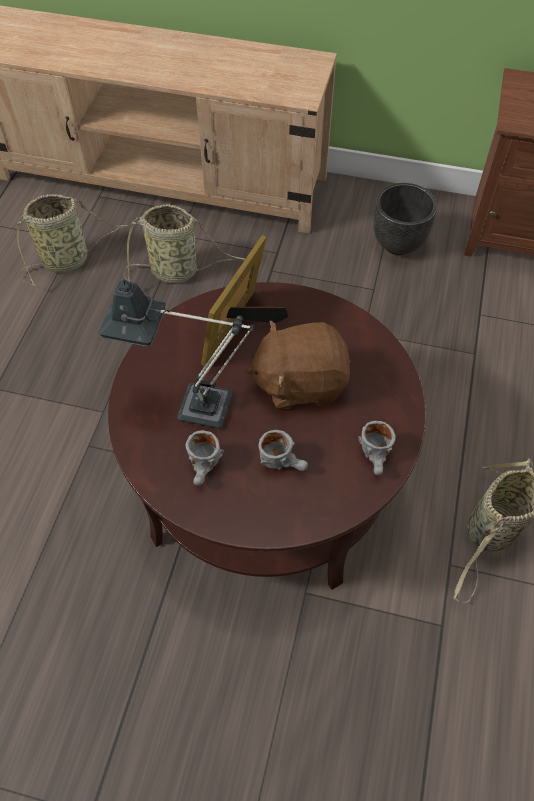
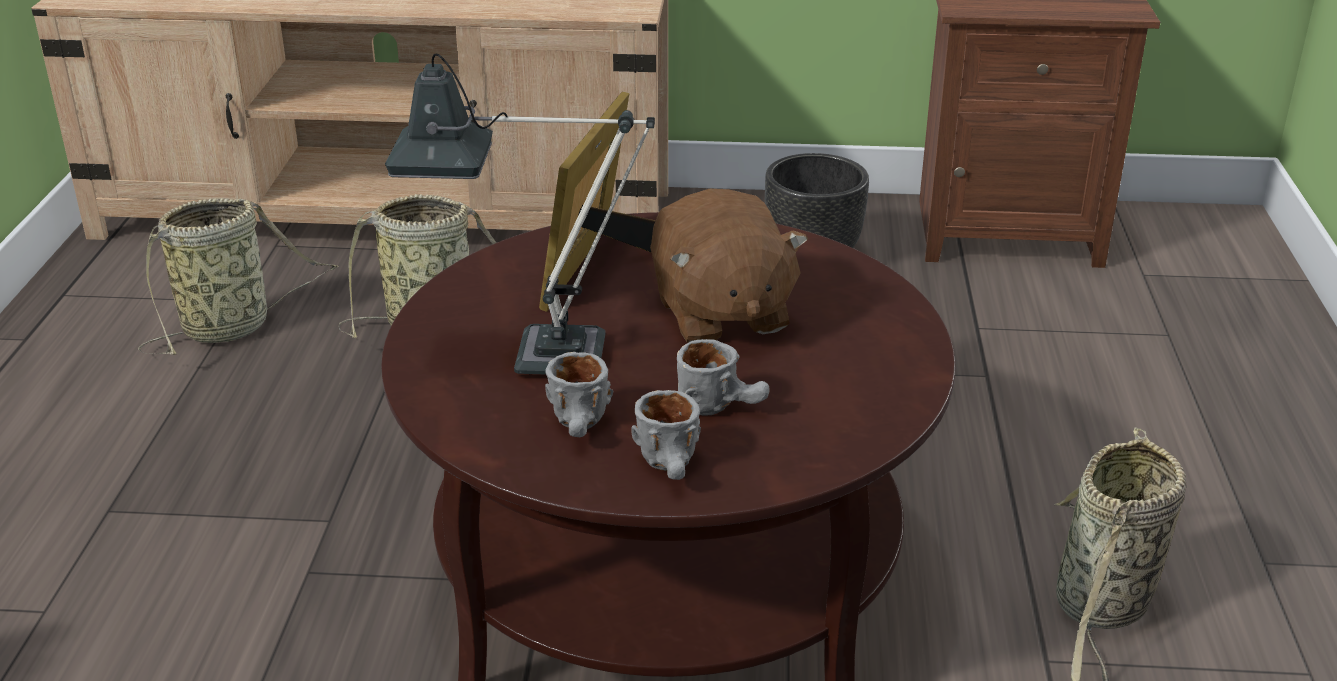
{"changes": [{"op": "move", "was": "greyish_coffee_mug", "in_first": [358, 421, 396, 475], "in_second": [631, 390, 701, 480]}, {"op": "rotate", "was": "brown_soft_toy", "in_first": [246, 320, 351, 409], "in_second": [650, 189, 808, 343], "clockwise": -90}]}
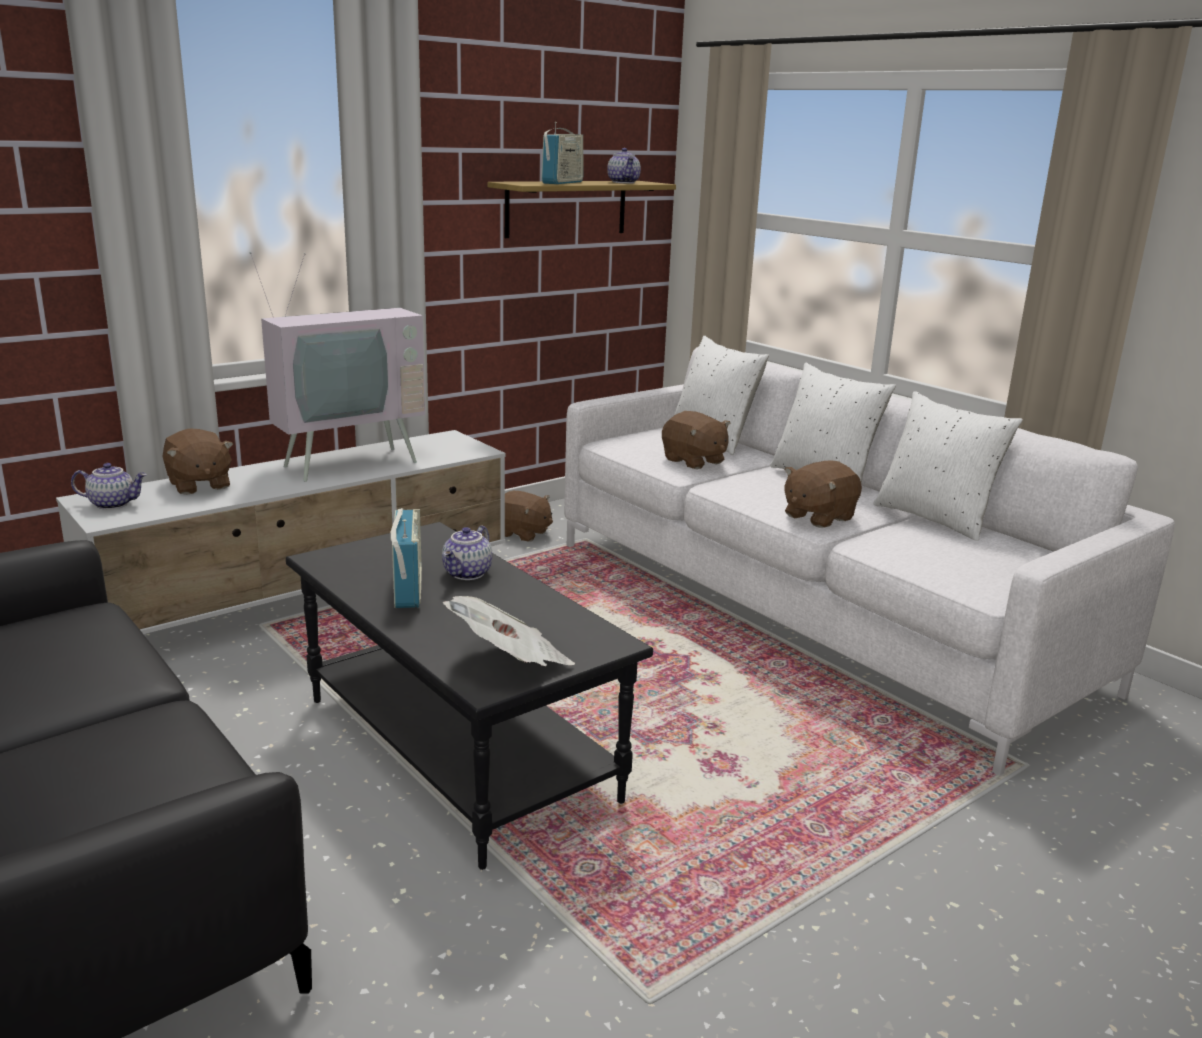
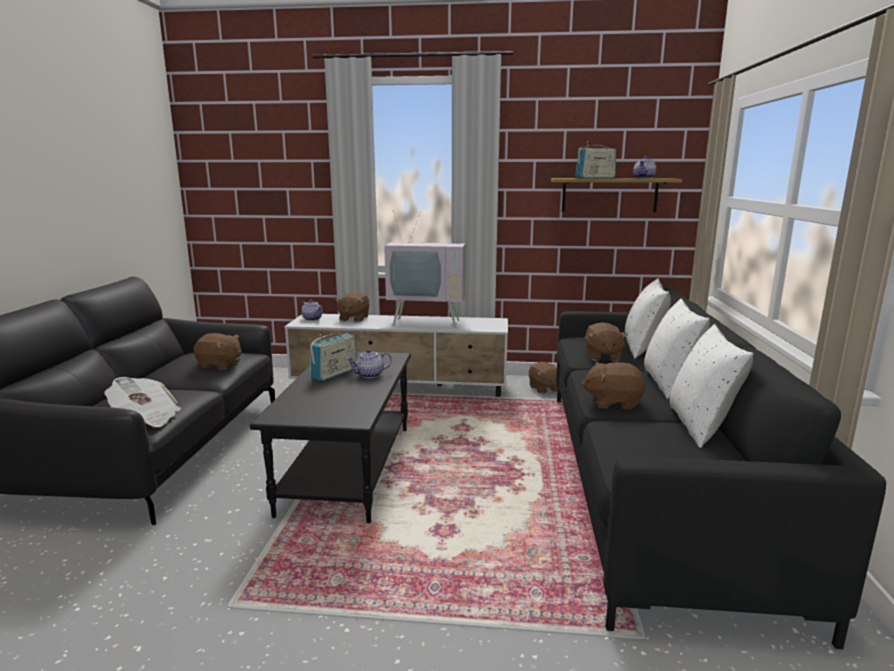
{"changes": [{"op": "insert", "now": "brown_soft_toy", "in_second": [193, 333, 242, 370]}, {"op": "move", "was": "newspaper", "in_first": [443, 596, 575, 666], "in_second": [104, 377, 181, 427]}, {"op": "recolor", "was": "whitish_couch", "now": "black_couch", "in_first": [564, 347, 1175, 776], "in_second": [556, 288, 886, 649]}]}
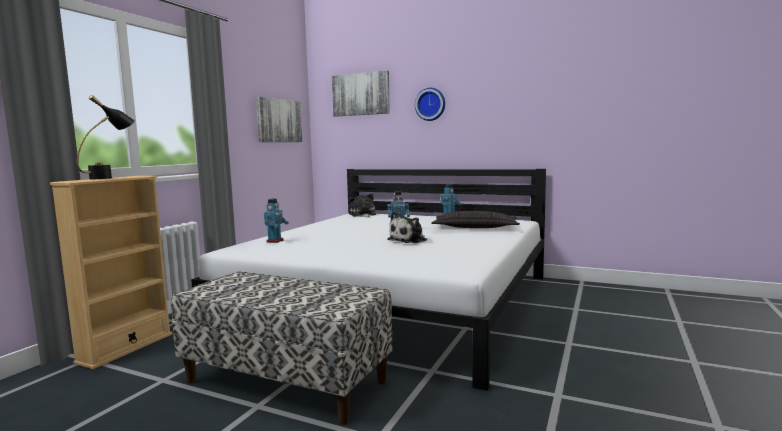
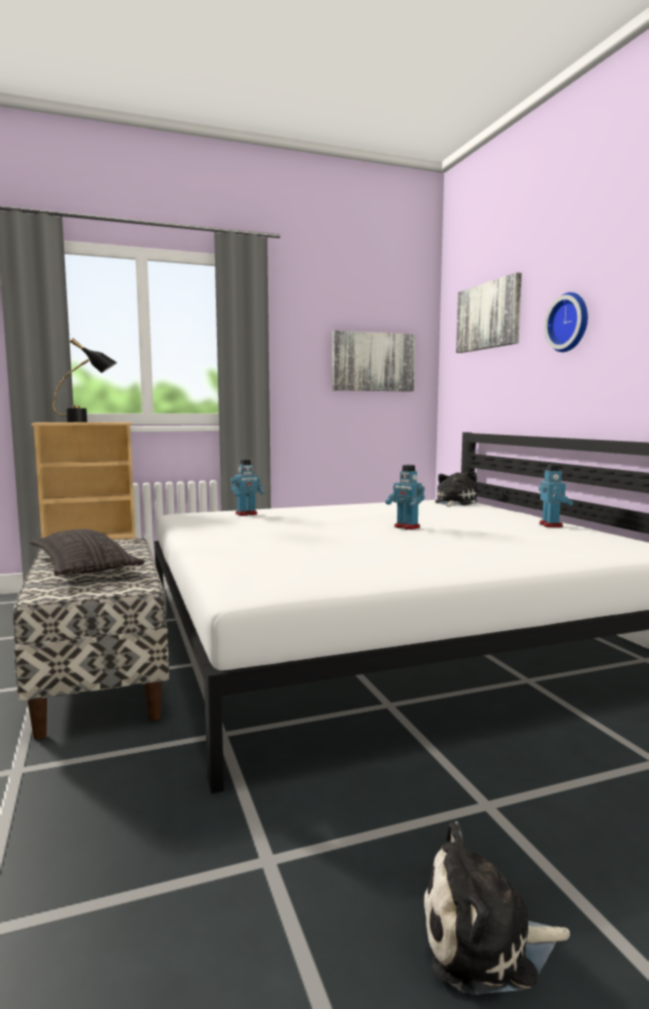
{"changes": [{"op": "move", "was": "soft_toy", "in_first": [387, 211, 427, 243], "in_second": [422, 821, 570, 994]}, {"op": "move", "was": "cushion", "in_first": [431, 211, 520, 228], "in_second": [29, 529, 145, 576]}]}
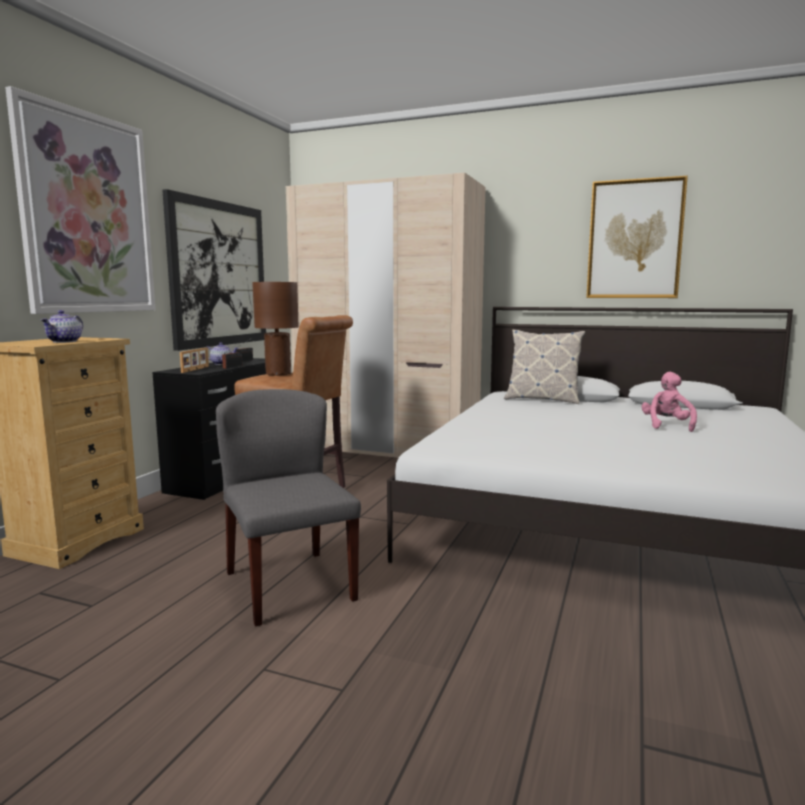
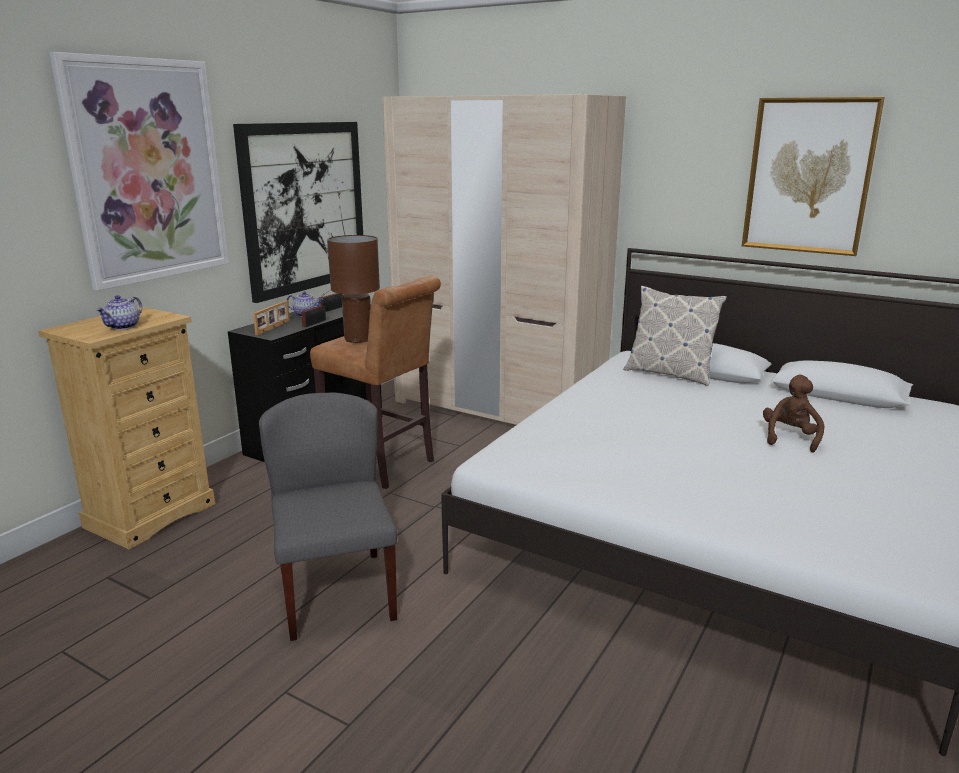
{"changes": [{"op": "recolor", "was": "pink-coloured_soft_toy", "now": "brown_soft_toy", "in_first": [642, 372, 697, 432], "in_second": [763, 375, 824, 453]}]}
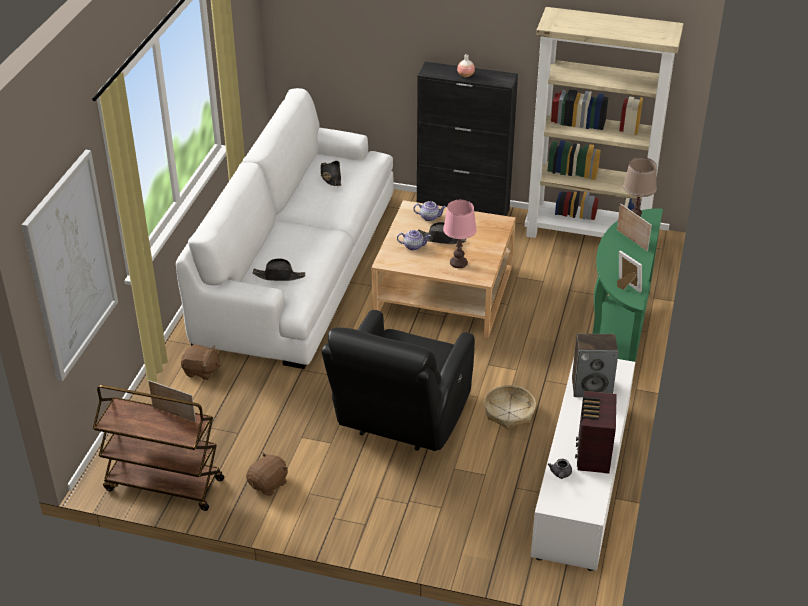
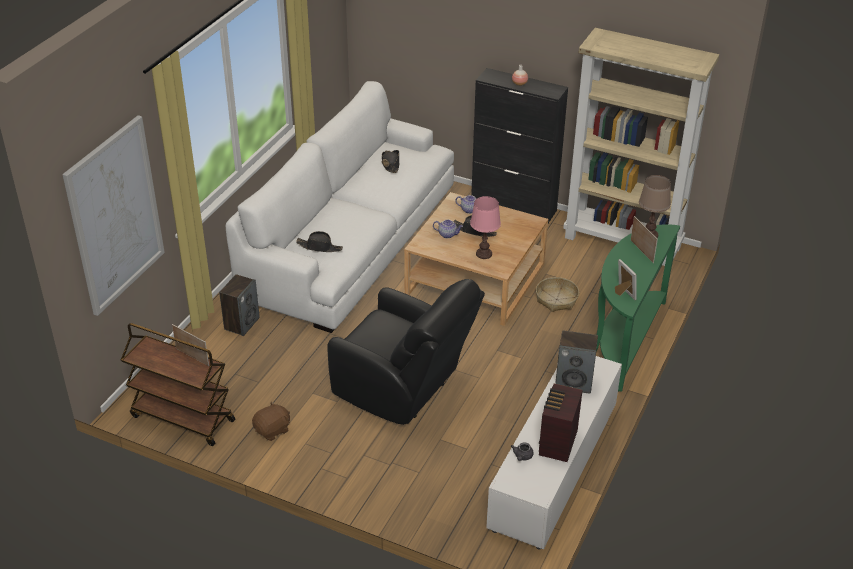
{"changes": [{"op": "move", "was": "basket", "in_first": [484, 385, 536, 429], "in_second": [536, 277, 579, 312]}, {"op": "replace", "was": "brown_soft_toy", "now": "audio_speaker", "in_first": [181, 345, 221, 380], "in_second": [219, 274, 260, 336]}, {"op": "rotate", "was": "black_easy_chair", "in_first": [321, 310, 475, 451], "in_second": [327, 279, 485, 425], "clockwise": -90}]}
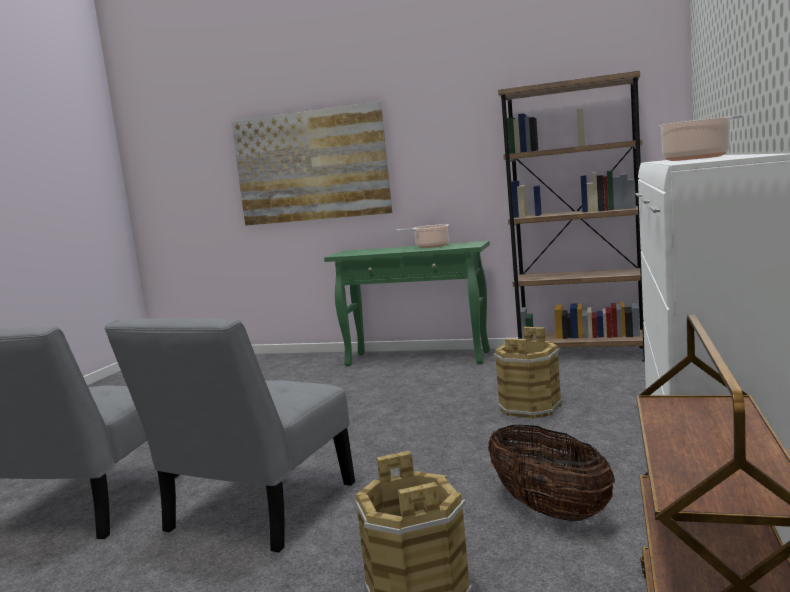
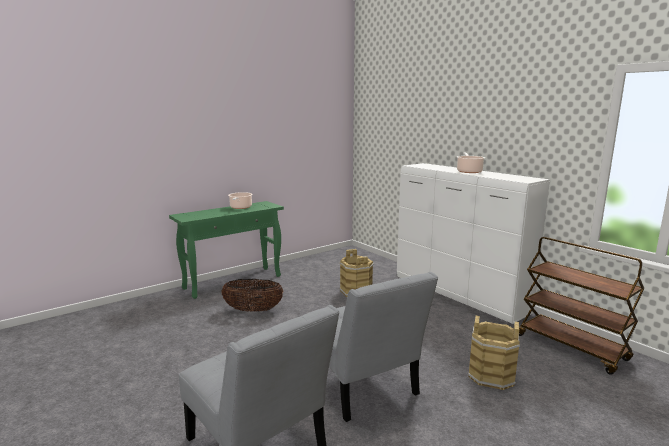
{"changes": [{"op": "delete", "was": "wall_art", "in_first": [231, 101, 392, 226]}, {"op": "delete", "was": "brown_bookshelf", "in_first": [498, 71, 645, 362]}, {"op": "move", "was": "basket", "in_first": [488, 425, 615, 521], "in_second": [221, 279, 283, 312]}]}
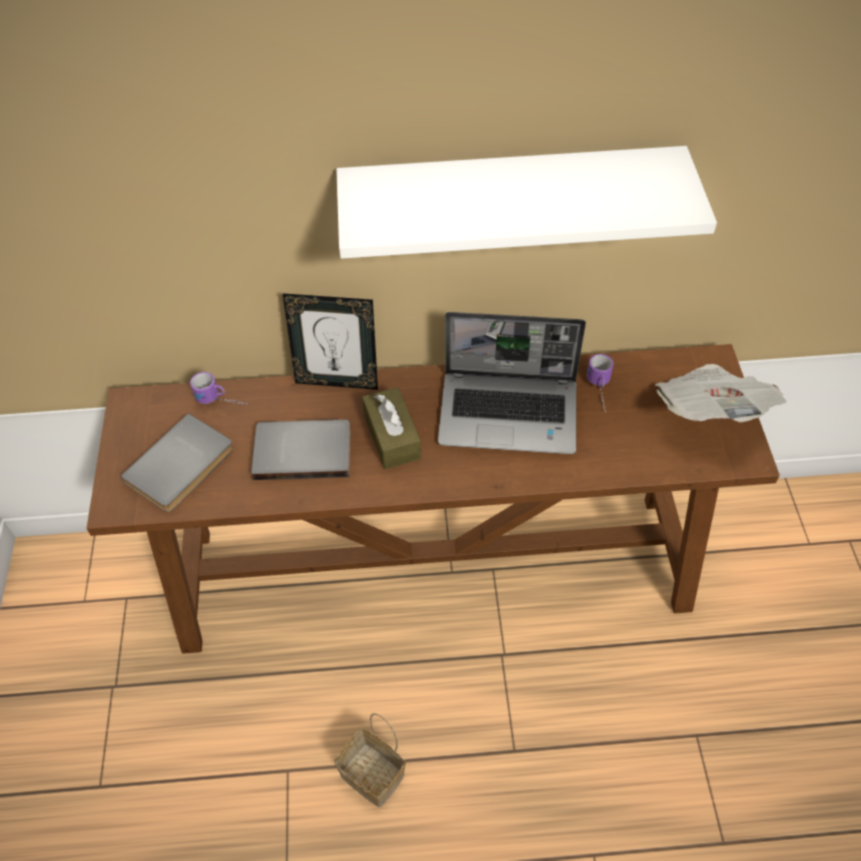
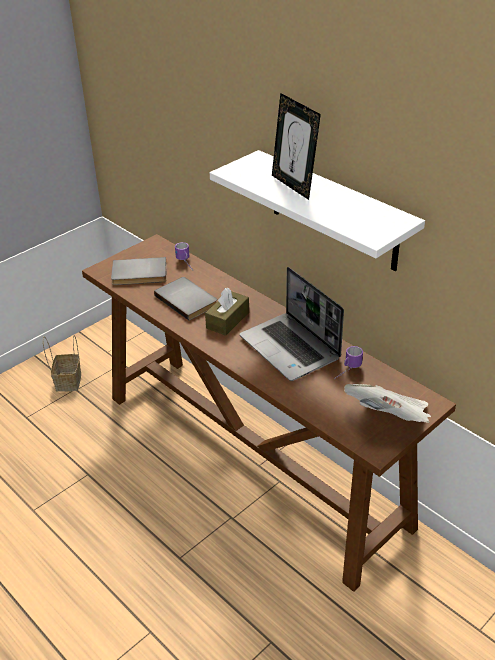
{"changes": [{"op": "move", "was": "standing_frame", "in_first": [282, 293, 378, 390], "in_second": [272, 93, 321, 200]}, {"op": "move", "was": "basket", "in_first": [334, 713, 406, 807], "in_second": [43, 335, 81, 392]}]}
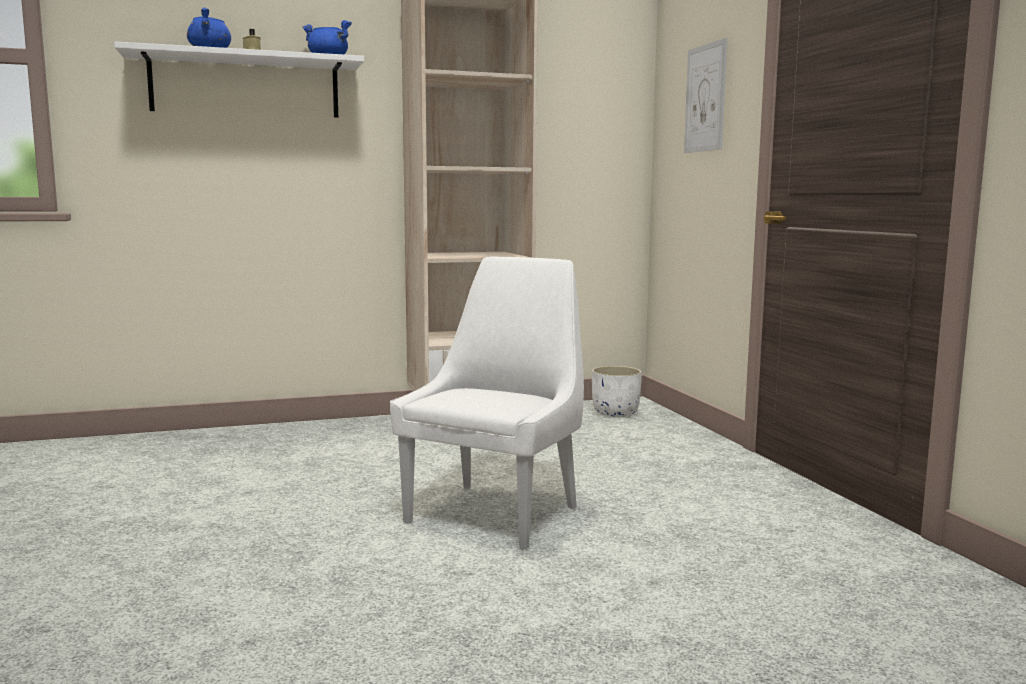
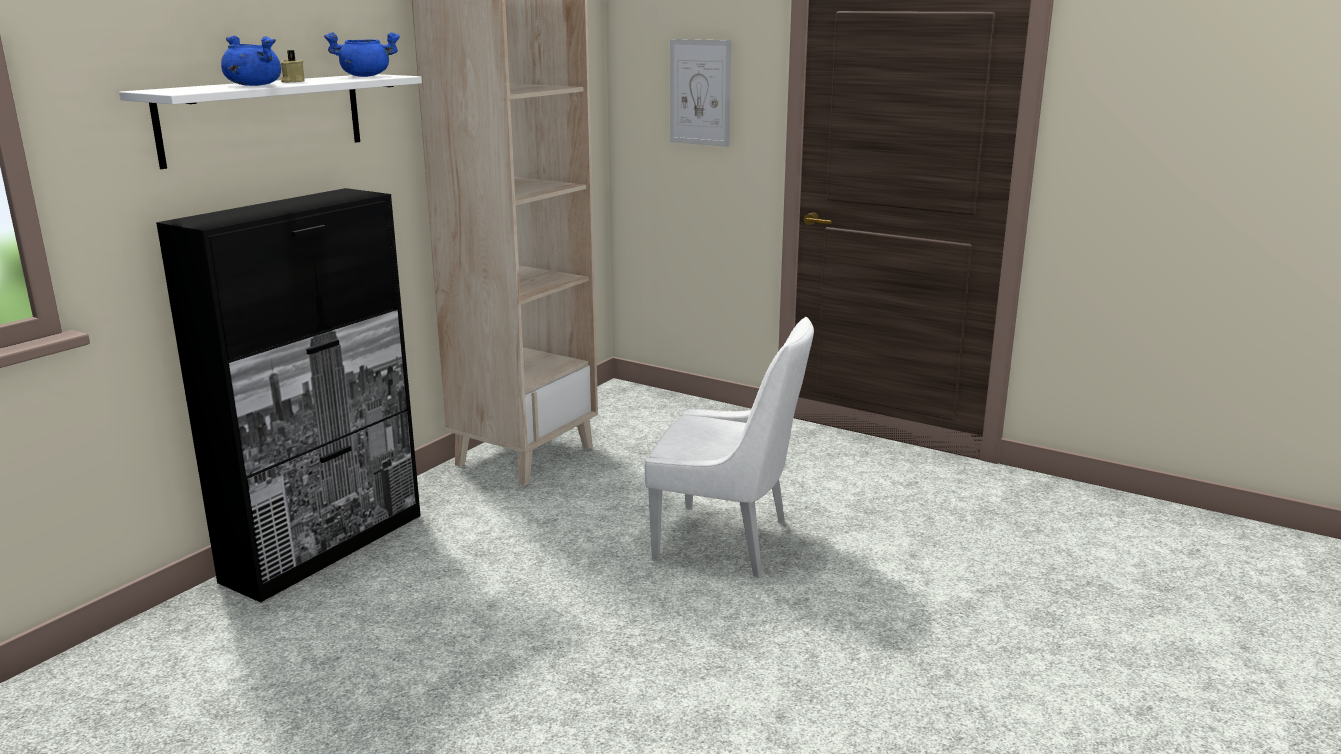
{"changes": [{"op": "delete", "was": "whitish_planter", "in_first": [592, 366, 642, 417]}, {"op": "insert", "now": "black_cupboard", "in_second": [156, 188, 421, 603]}, {"op": "rotate", "was": "whitish_plain_chair", "in_first": [390, 257, 584, 549], "in_second": [645, 317, 814, 578], "clockwise": 120}]}
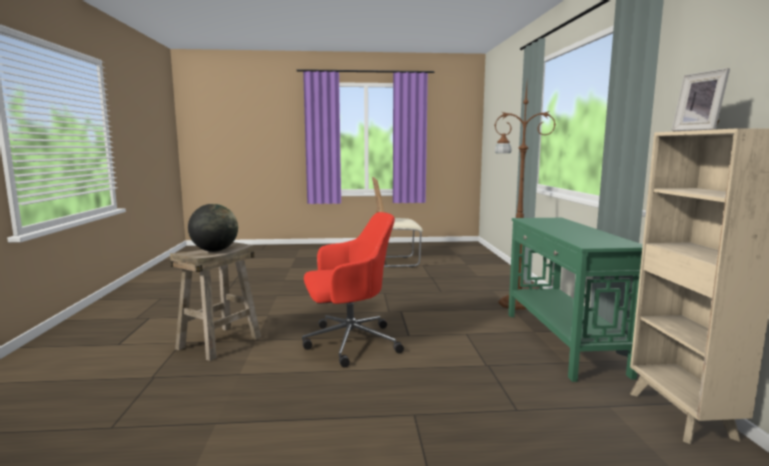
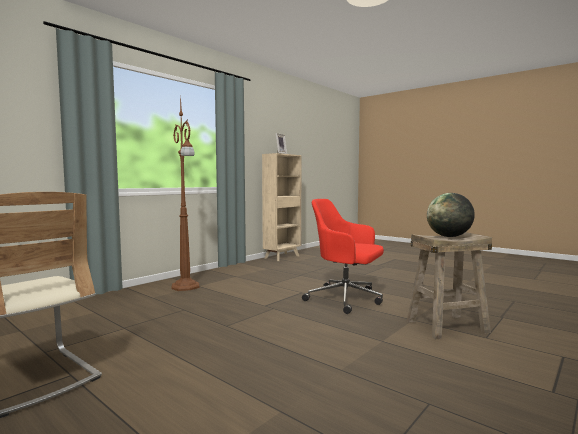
{"changes": [{"op": "delete", "was": "greenish_console_table", "in_first": [508, 218, 643, 382]}]}
